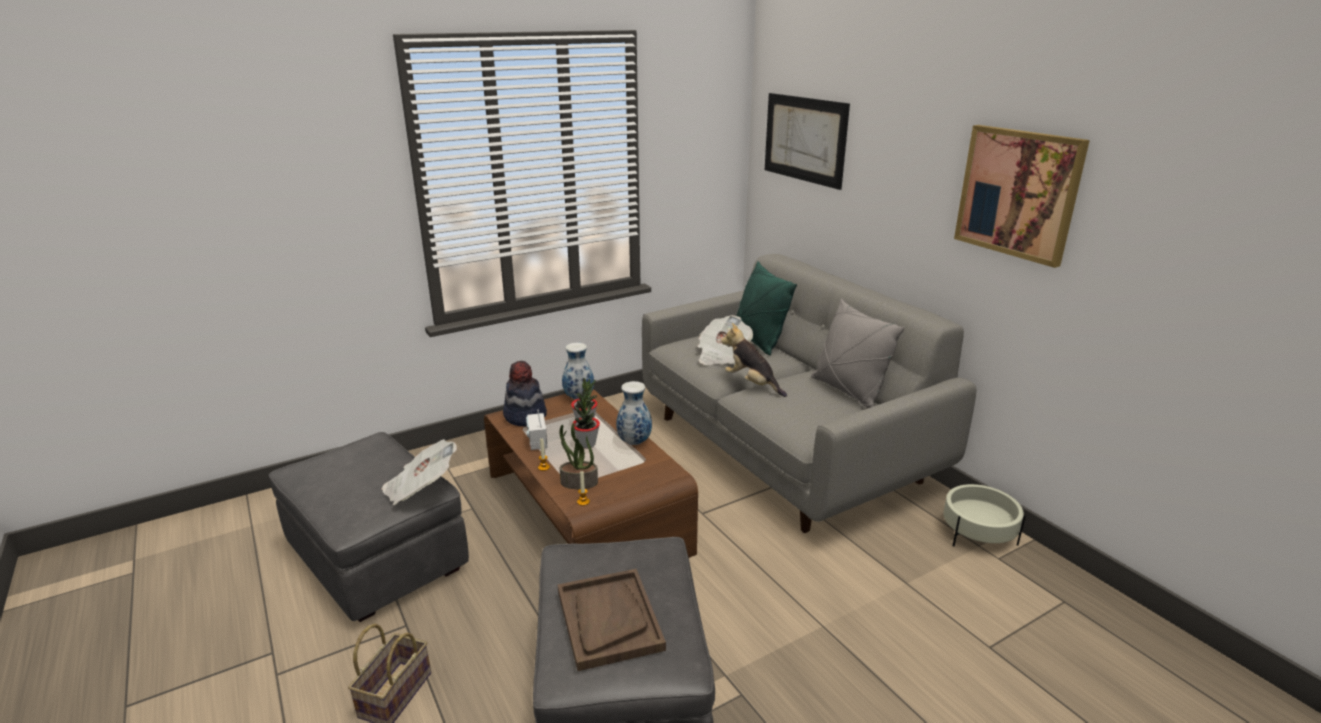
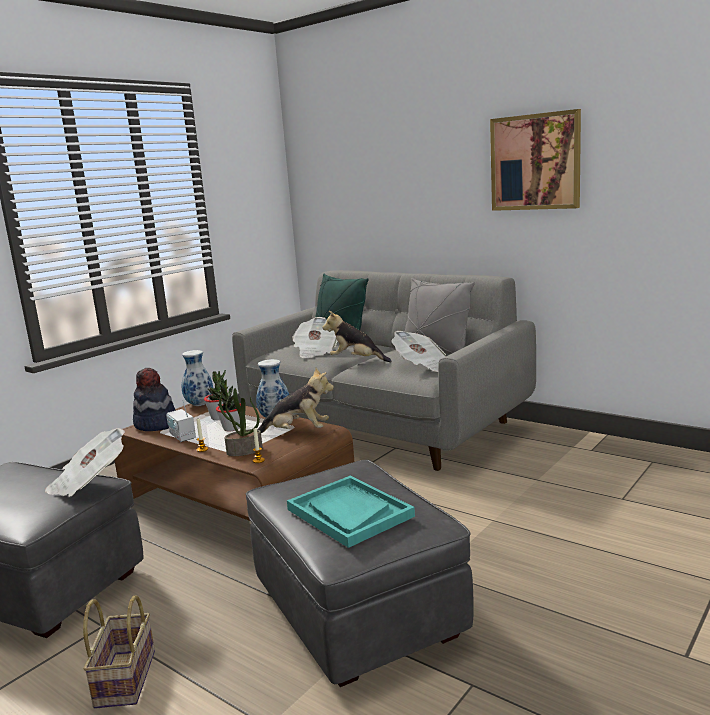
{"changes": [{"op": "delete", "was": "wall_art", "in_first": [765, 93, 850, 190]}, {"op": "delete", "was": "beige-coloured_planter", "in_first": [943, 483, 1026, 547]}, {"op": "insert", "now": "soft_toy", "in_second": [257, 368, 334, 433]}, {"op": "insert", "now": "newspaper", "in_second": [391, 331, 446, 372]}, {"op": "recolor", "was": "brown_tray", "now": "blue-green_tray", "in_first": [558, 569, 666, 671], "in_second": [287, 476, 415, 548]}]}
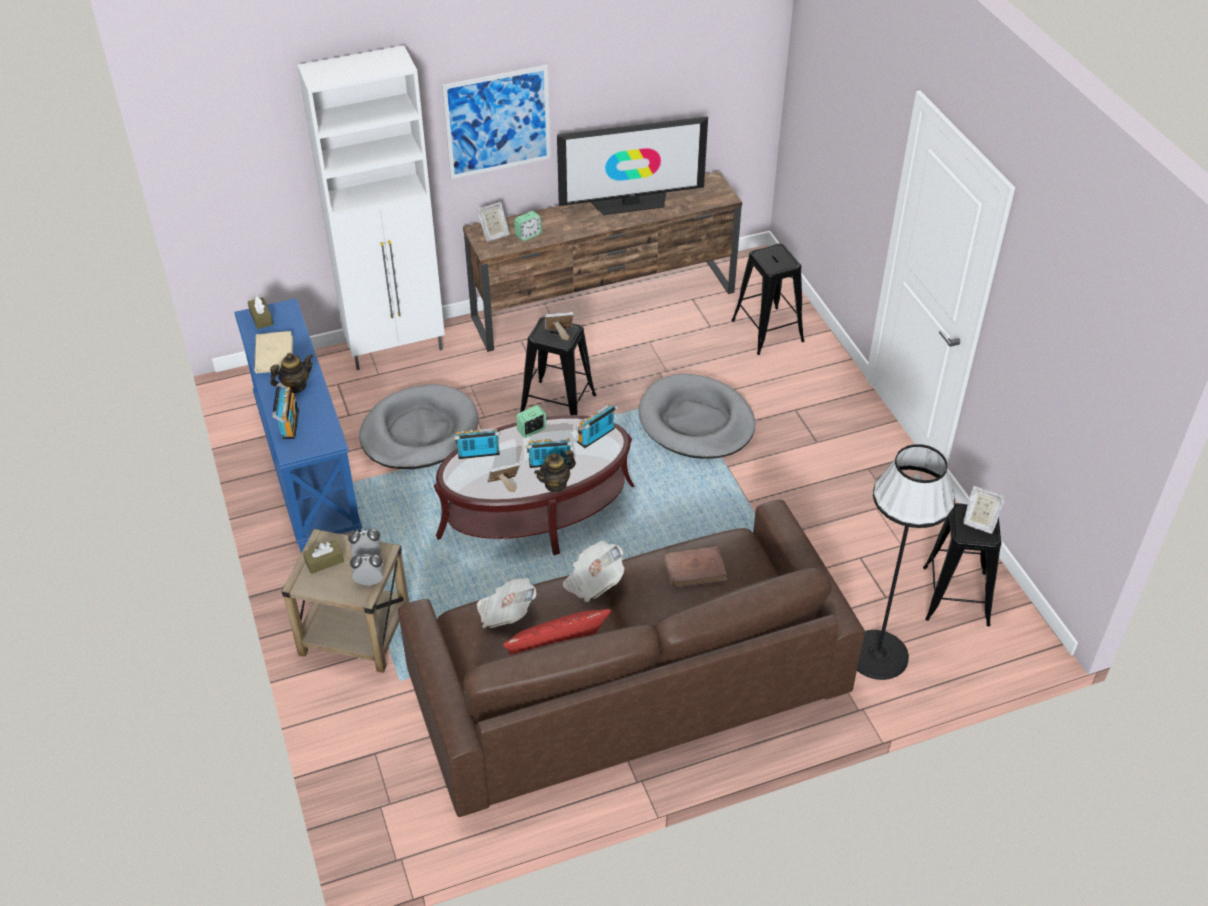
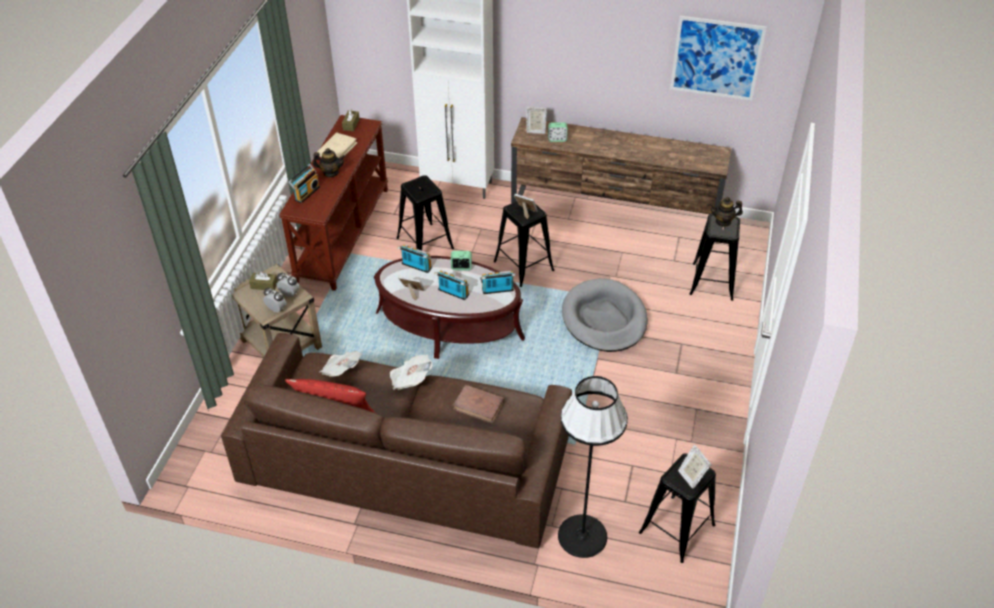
{"changes": [{"op": "delete", "was": "TV", "in_first": [557, 116, 708, 215]}, {"op": "move", "was": "wall_art", "in_first": [442, 65, 551, 179], "in_second": [670, 16, 767, 101]}, {"op": "move", "was": "tea_pot", "in_first": [534, 450, 576, 493], "in_second": [709, 197, 743, 227]}, {"op": "replace", "was": "greyish_dog_cushion", "now": "black_sitting_stool", "in_first": [359, 384, 478, 469], "in_second": [397, 175, 454, 251]}, {"op": "recolor", "was": "blue_console_table", "now": "brown_console_table", "in_first": [234, 298, 363, 553], "in_second": [279, 115, 388, 291]}]}
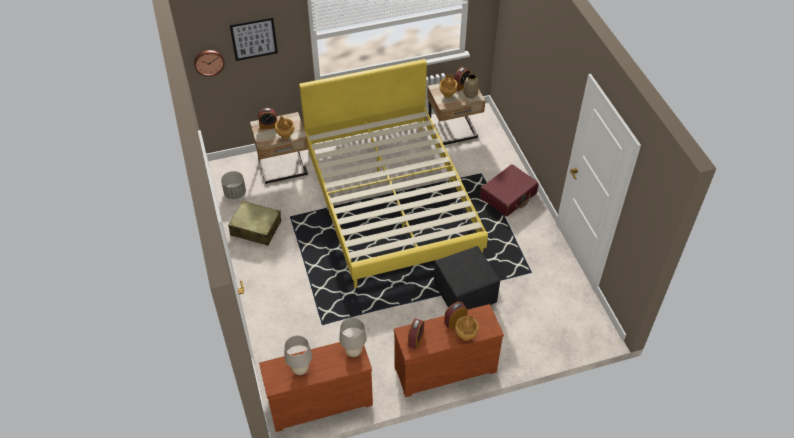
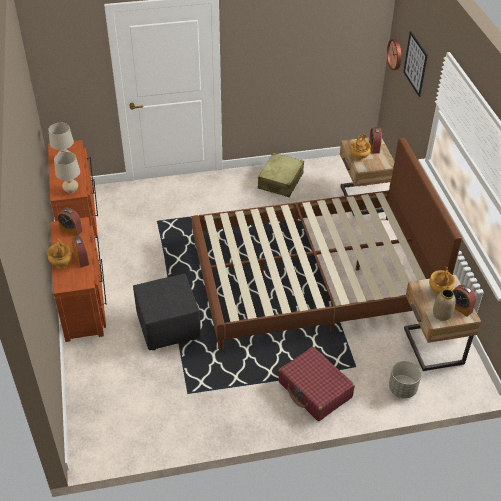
{"changes": [{"op": "move", "was": "greyish_planter", "in_first": [221, 171, 246, 199], "in_second": [389, 361, 421, 398]}, {"op": "recolor", "was": "yellow_bedroom_bed", "now": "brown_bedroom_bed", "in_first": [299, 59, 488, 288], "in_second": [192, 138, 462, 350]}]}
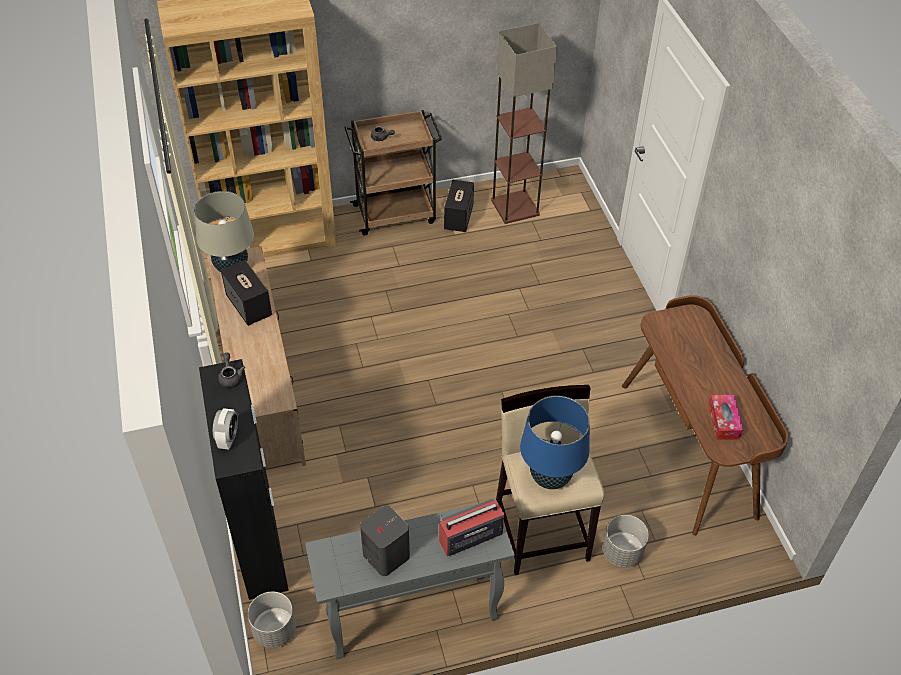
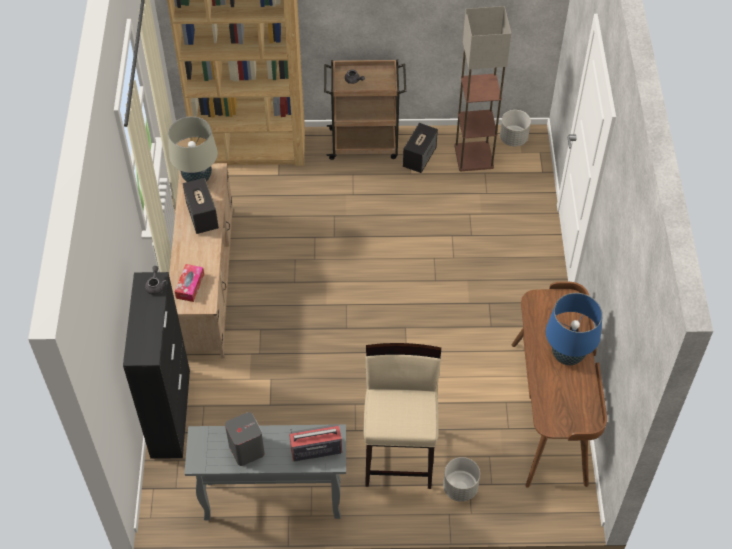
{"changes": [{"op": "delete", "was": "alarm_clock", "in_first": [213, 408, 238, 450]}, {"op": "move", "was": "greyish_planter", "in_first": [248, 592, 296, 648], "in_second": [500, 110, 531, 146]}, {"op": "move", "was": "blue_tabletop_lamp", "in_first": [520, 396, 590, 489], "in_second": [546, 293, 603, 365]}, {"op": "move", "was": "tissue_holder", "in_first": [708, 395, 743, 440], "in_second": [175, 264, 204, 302]}]}
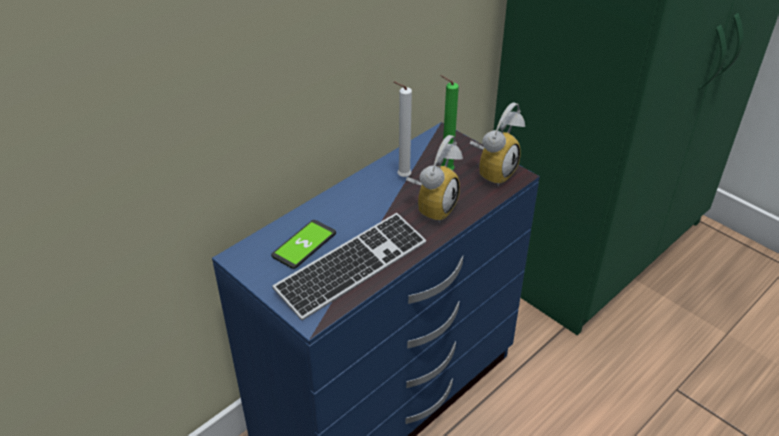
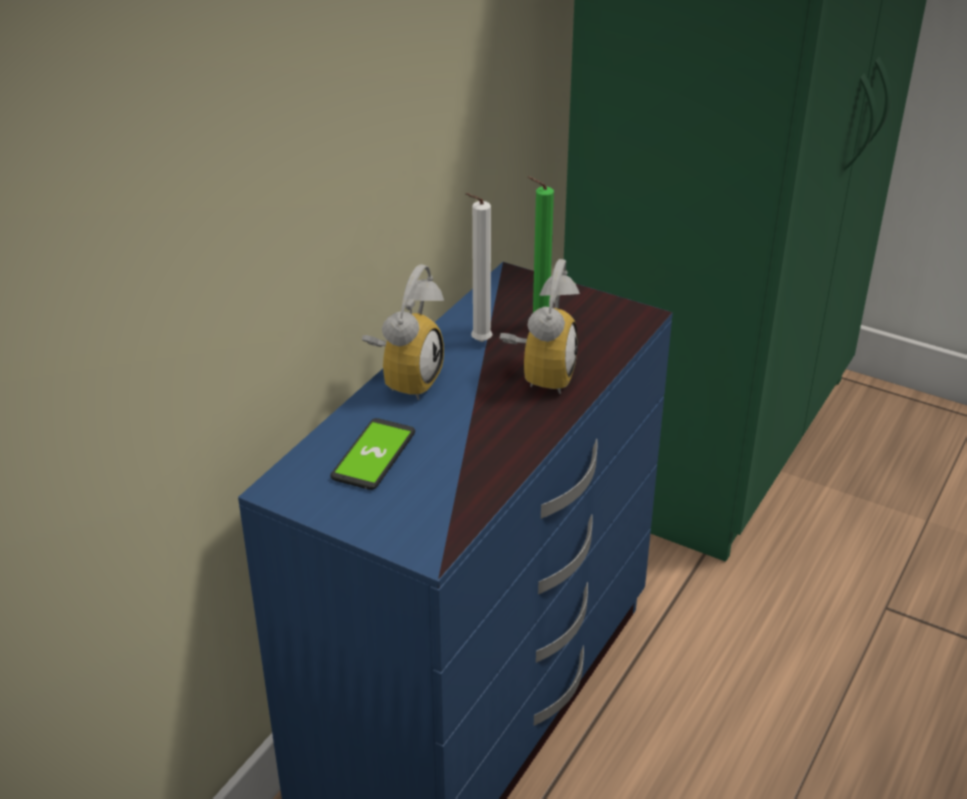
{"changes": [{"op": "delete", "was": "PC_keyboard", "in_first": [272, 213, 426, 320]}, {"op": "move", "was": "alarm_clock", "in_first": [469, 102, 525, 187], "in_second": [362, 264, 444, 400]}]}
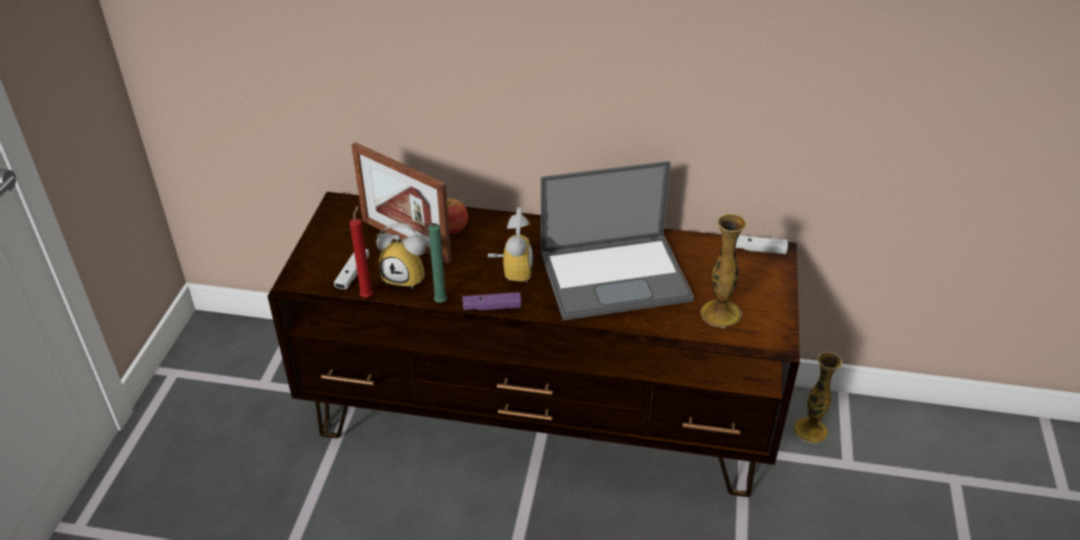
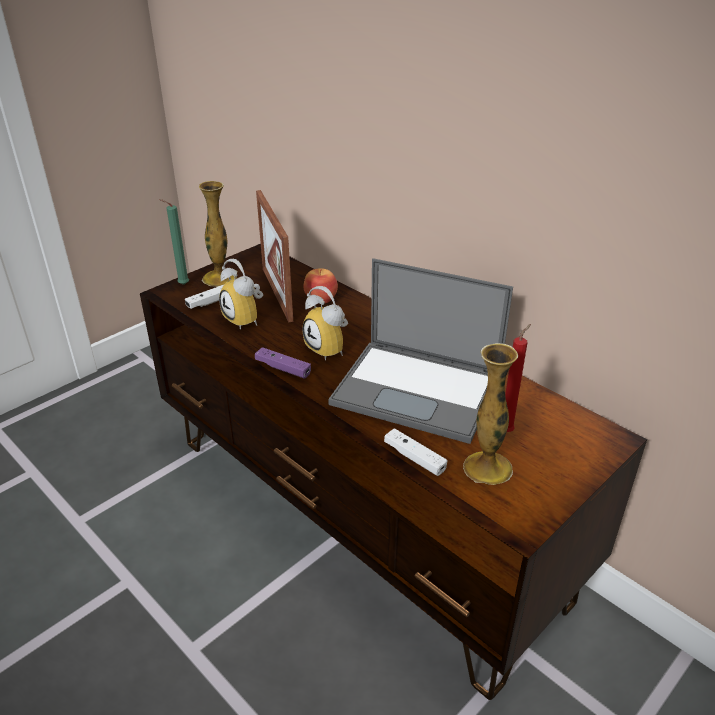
{"changes": [{"op": "move", "was": "red-coloured_wax_candle", "in_first": [350, 206, 373, 297], "in_second": [505, 324, 531, 432]}, {"op": "move", "was": "greenish_wax_candle", "in_first": [425, 223, 447, 303], "in_second": [159, 199, 189, 285]}, {"op": "move", "was": "whitish_game_controller", "in_first": [736, 236, 788, 254], "in_second": [384, 428, 447, 476]}, {"op": "move", "was": "vase", "in_first": [794, 352, 843, 443], "in_second": [199, 181, 237, 287]}, {"op": "rotate", "was": "alarm_clock", "in_first": [488, 207, 534, 283], "in_second": [302, 286, 348, 360], "clockwise": 105}]}
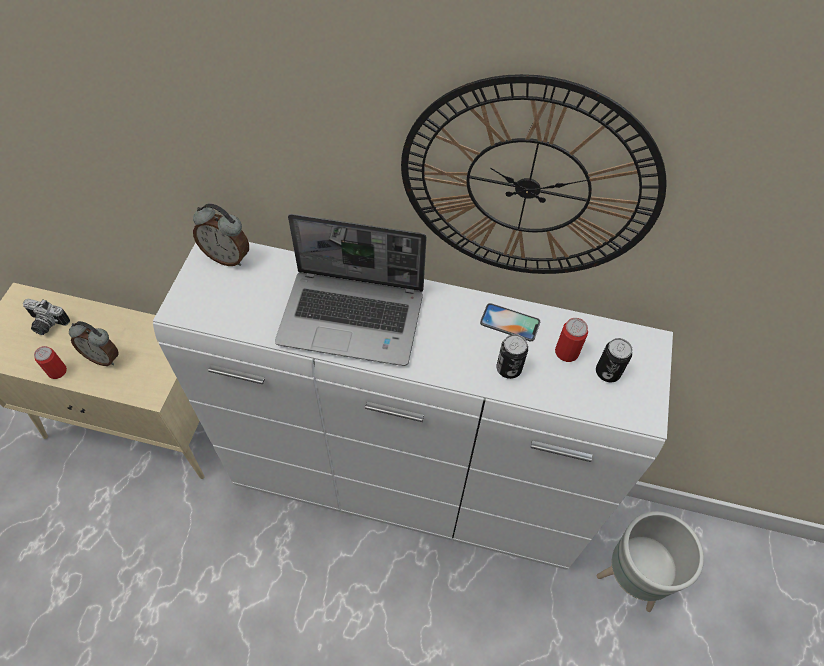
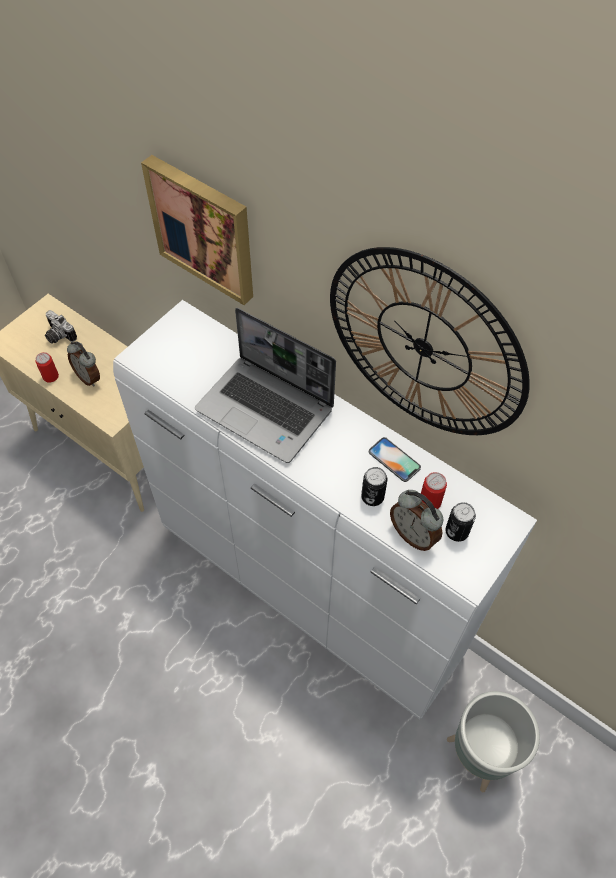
{"changes": [{"op": "insert", "now": "wall_art", "in_second": [141, 155, 253, 305]}, {"op": "move", "was": "alarm_clock", "in_first": [193, 203, 249, 266], "in_second": [390, 490, 443, 551]}]}
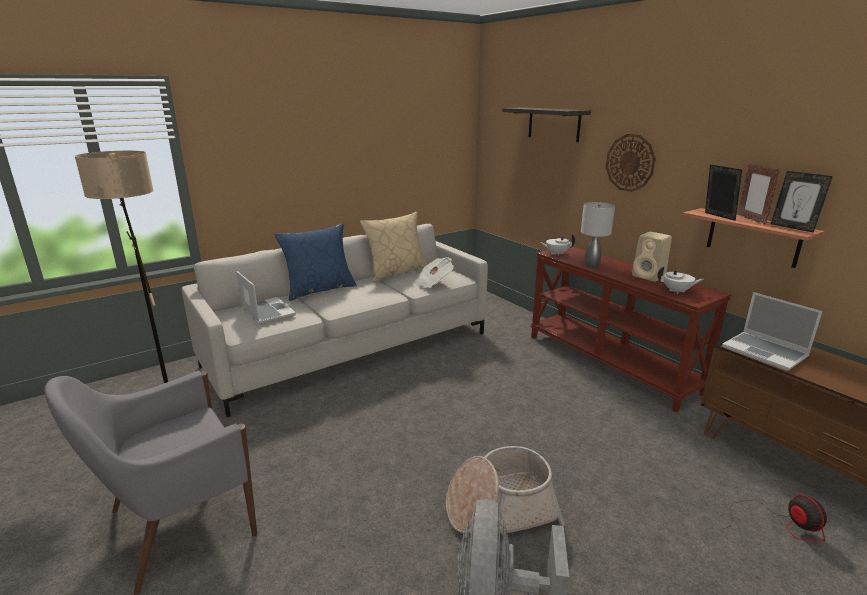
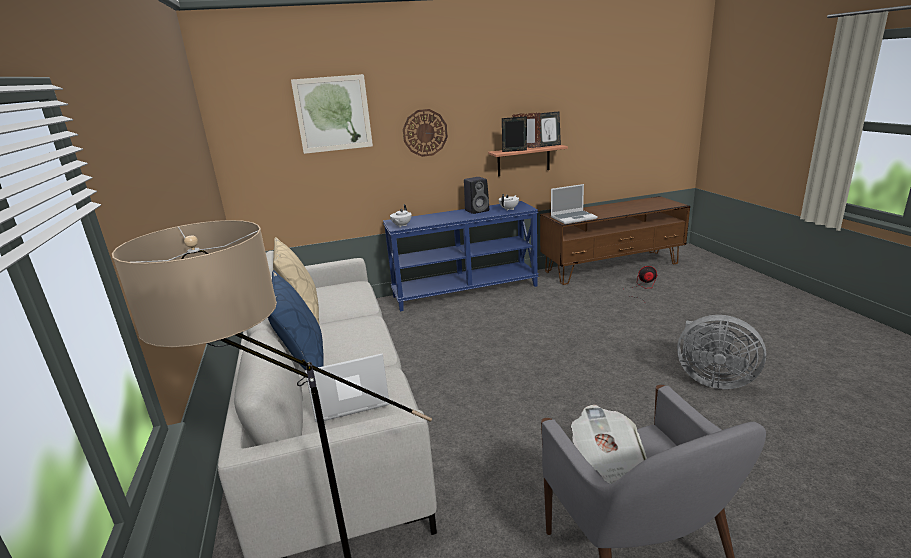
{"changes": [{"op": "delete", "was": "basket", "in_first": [446, 446, 565, 534]}, {"op": "delete", "was": "greyish_tabletop_lamp", "in_first": [581, 202, 615, 268]}, {"op": "move", "was": "newspaper", "in_first": [413, 257, 454, 288], "in_second": [571, 405, 647, 484]}, {"op": "replace", "was": "bracket_shelf", "now": "wall_art", "in_first": [502, 107, 591, 142], "in_second": [291, 74, 373, 154]}, {"op": "recolor", "was": "brown_console_table", "now": "blue_console_table", "in_first": [531, 246, 731, 413], "in_second": [383, 201, 539, 311]}, {"op": "recolor", "was": "beige-coloured_audio_speaker", "now": "black_audio_speaker", "in_first": [632, 232, 672, 282], "in_second": [464, 177, 489, 214]}]}
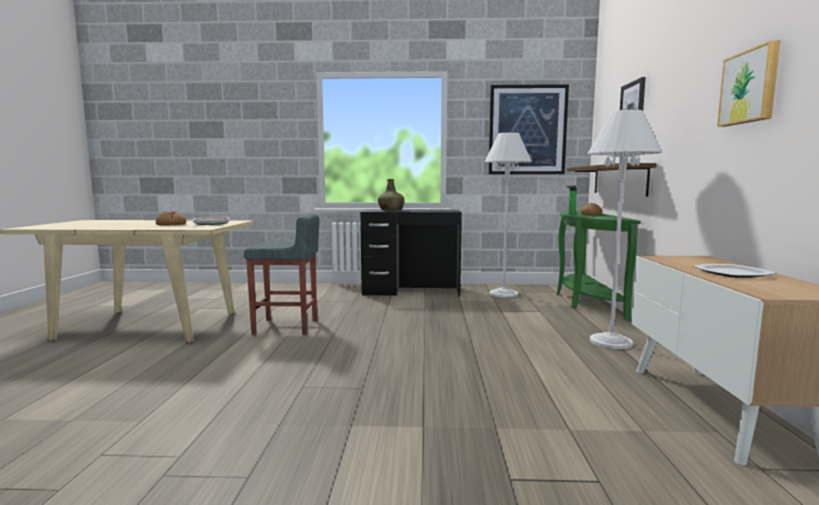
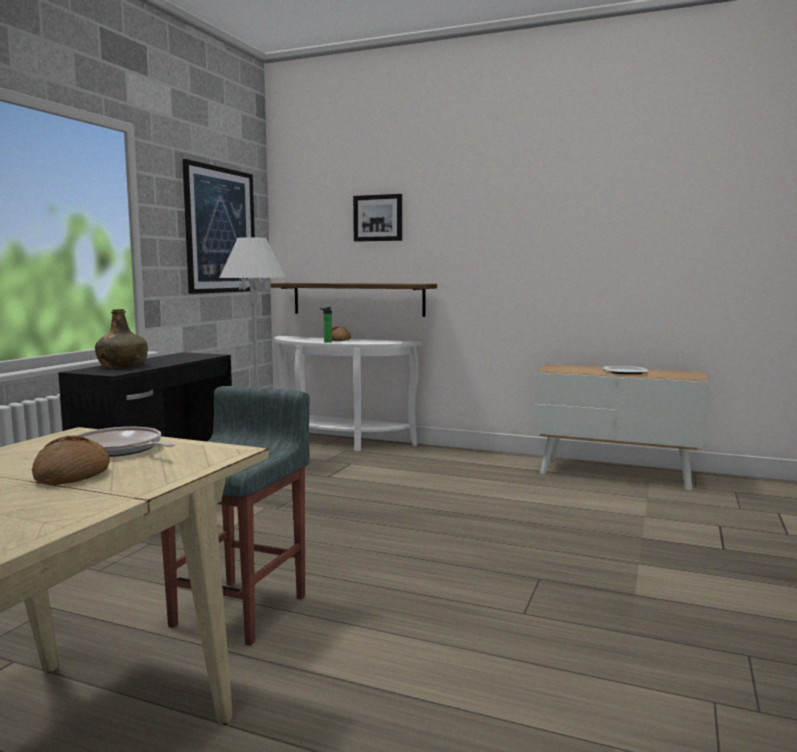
{"changes": [{"op": "delete", "was": "whitish_standing_lamp", "in_first": [588, 110, 662, 349]}, {"op": "delete", "was": "wall_art", "in_first": [717, 40, 780, 127]}, {"op": "recolor", "was": "greenish_console_table", "now": "whitish_console_table", "in_first": [557, 211, 641, 321], "in_second": [274, 336, 422, 452]}]}
